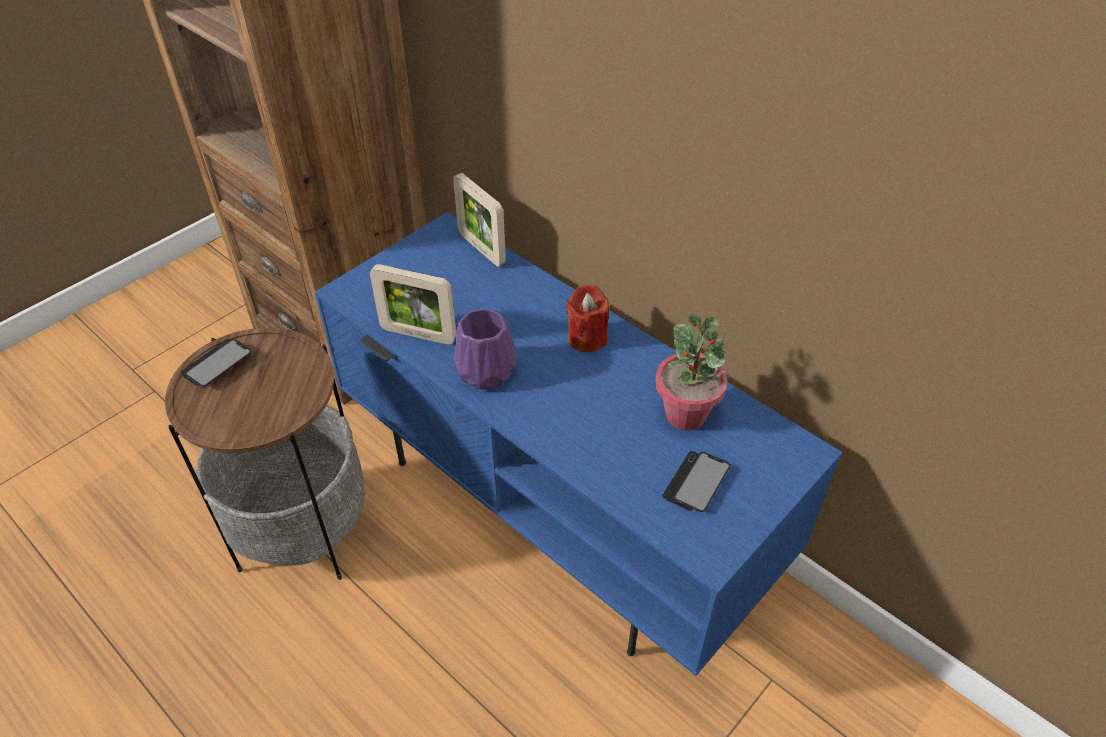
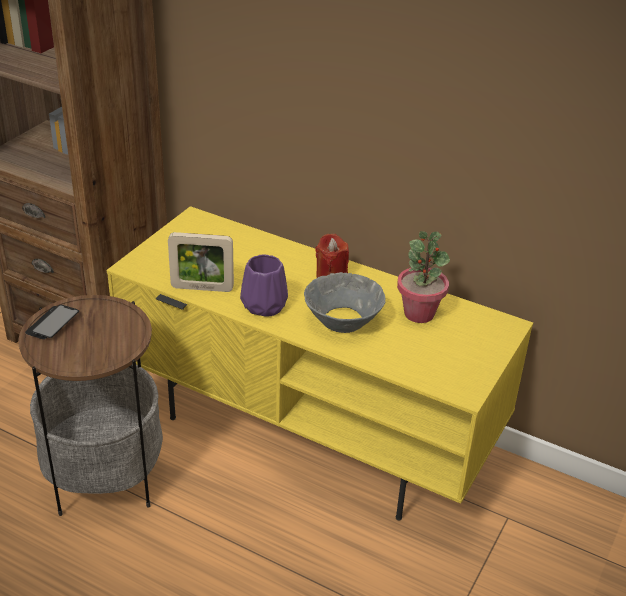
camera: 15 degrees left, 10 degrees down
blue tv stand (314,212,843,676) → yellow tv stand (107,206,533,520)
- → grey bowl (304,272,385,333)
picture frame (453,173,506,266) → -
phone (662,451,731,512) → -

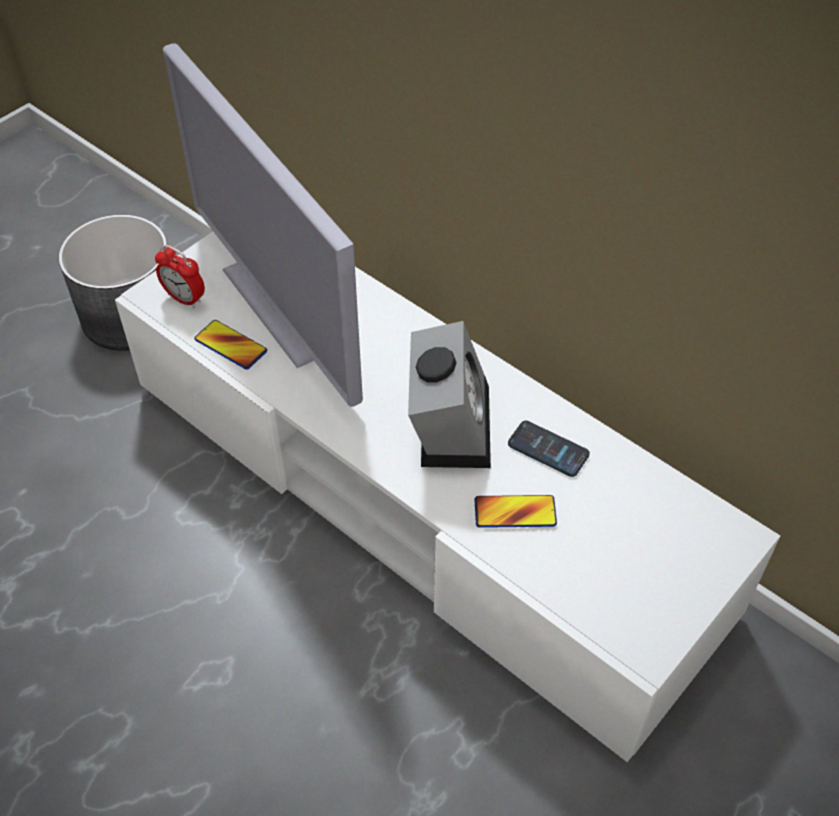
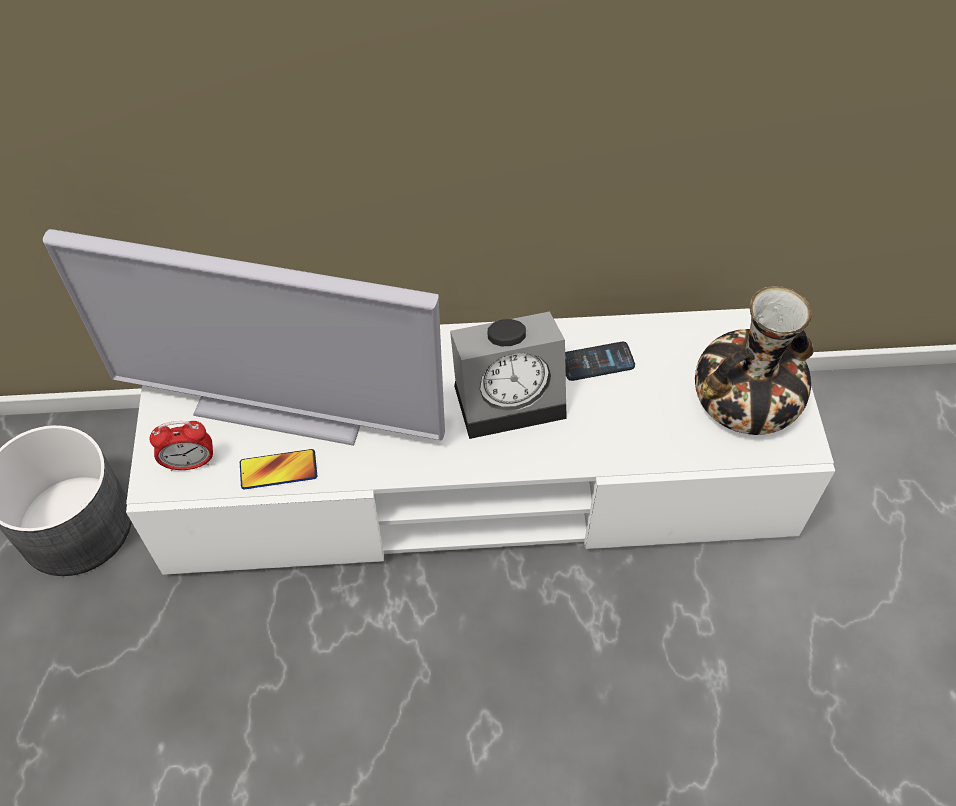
camera: 45 degrees left, 5 degrees up
alarm clock (408,321,491,468) → alarm clock (450,311,566,439), 120 degrees clockwise
- → vase (695,286,814,435)
phone (475,495,557,528) → -

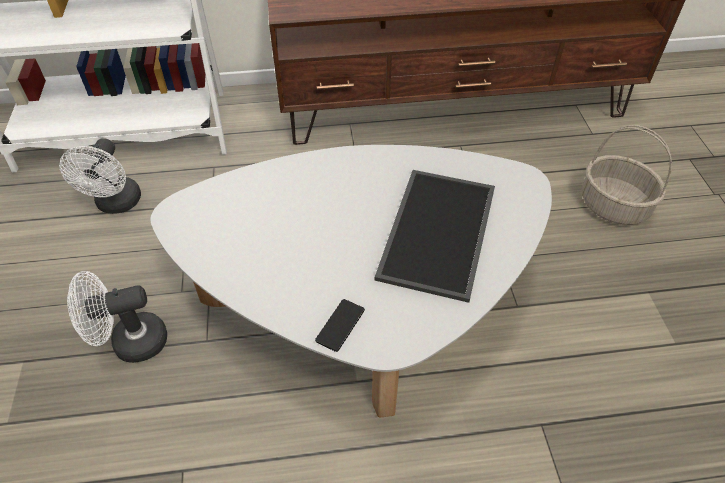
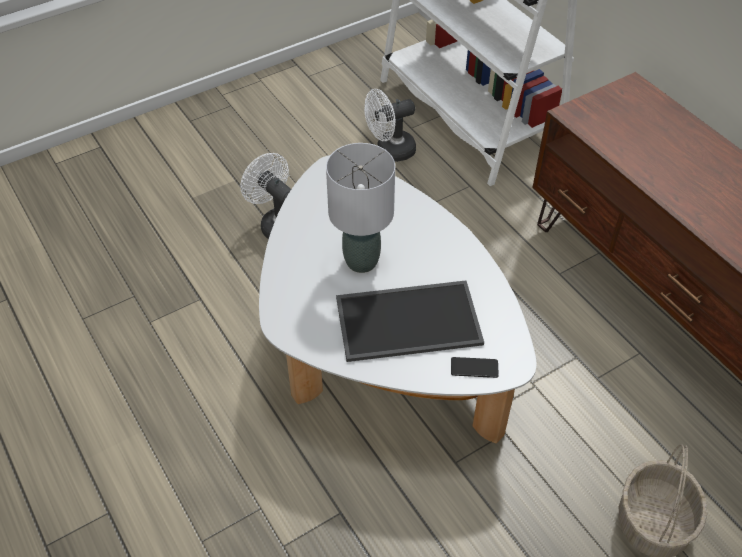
camera: 65 degrees right, 0 degrees up
- → grey table lamp (326,143,395,273)
phone (315,299,365,352) → phone (451,357,499,378), shifted

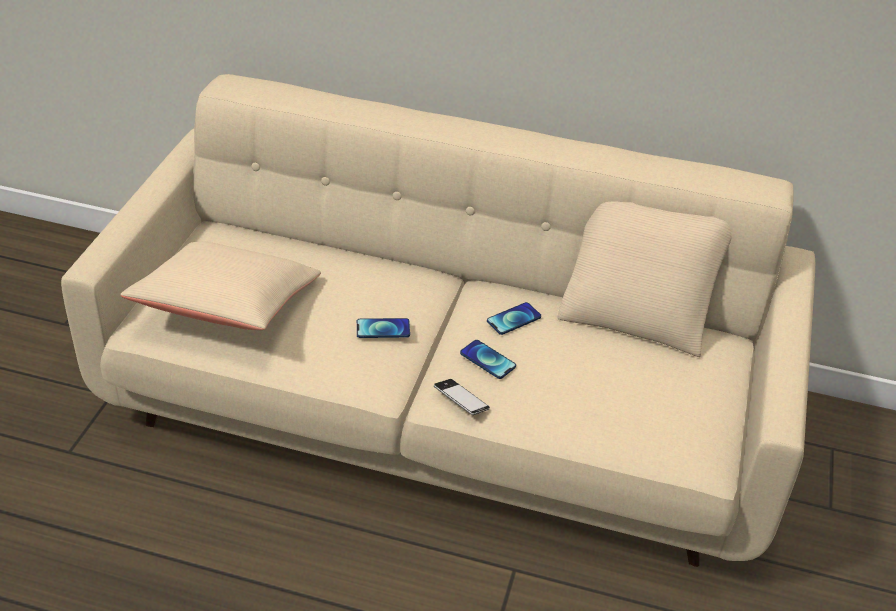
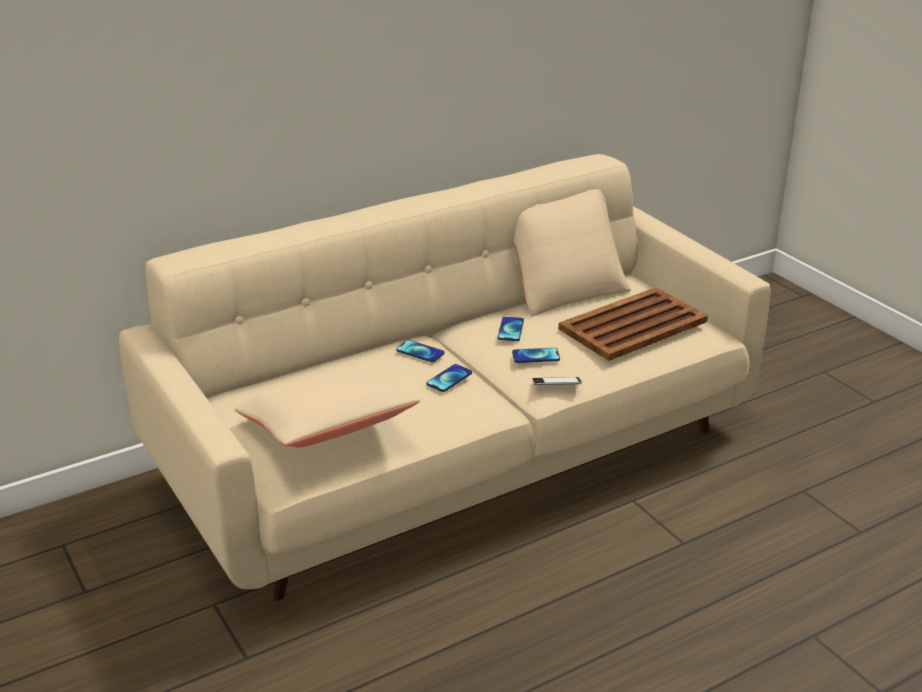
camera: 45 degrees left, 10 degrees down
- → phone (396,340,444,362)
- → brown tray (559,287,708,361)

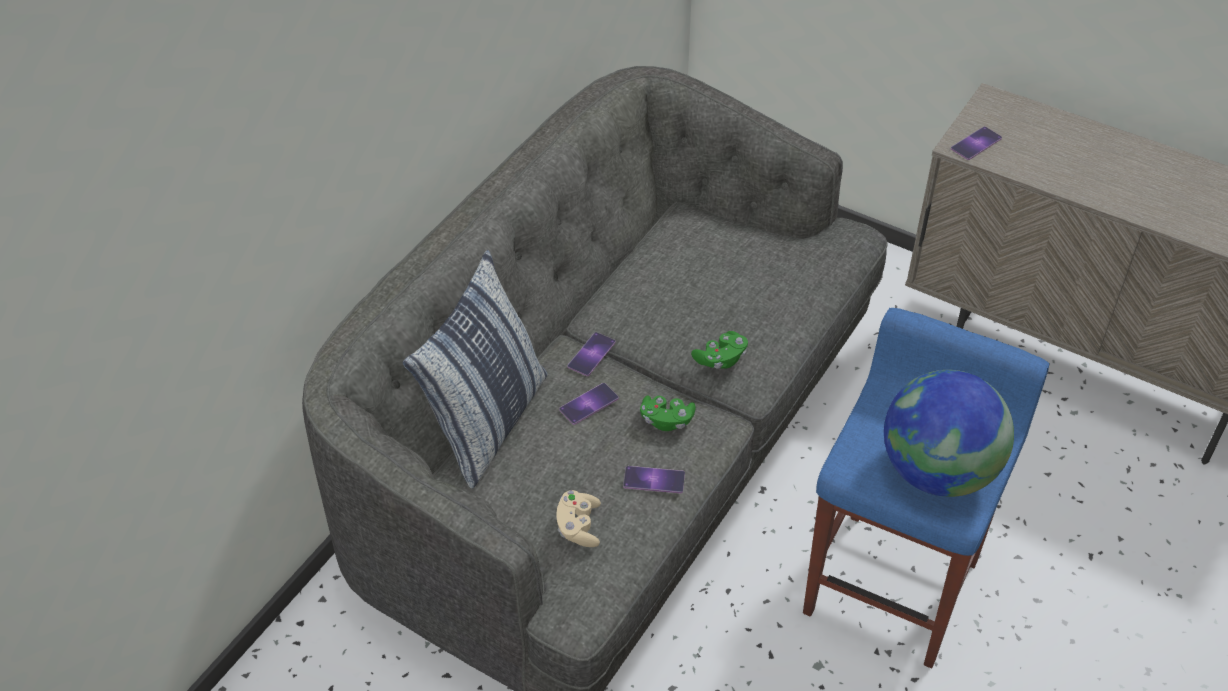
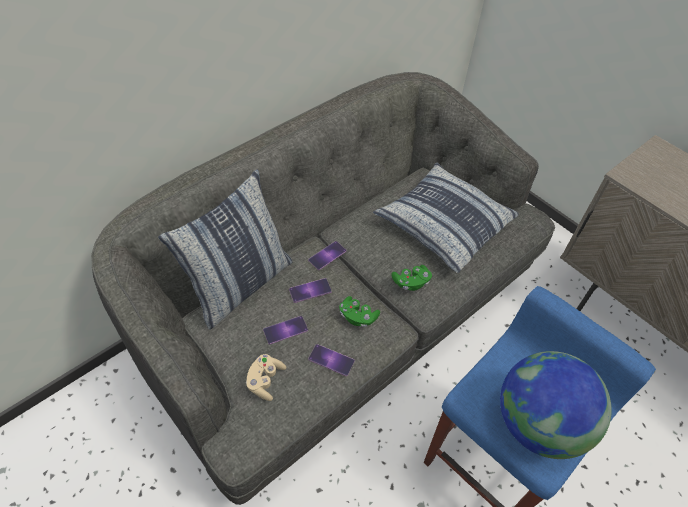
camera: 15 degrees right, 5 degrees up
phone (951,126,1002,160) → phone (263,316,308,344), shifted
- → pillow (373,163,519,273)

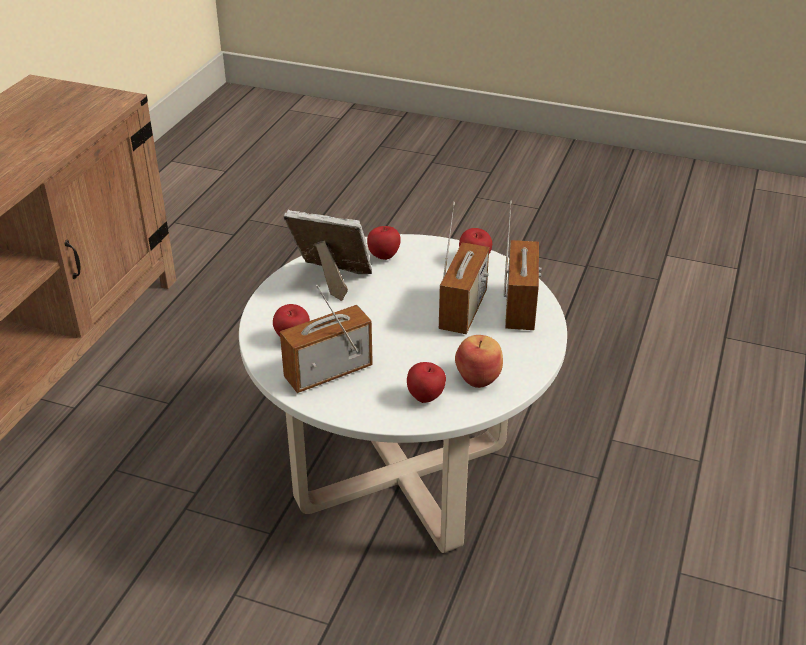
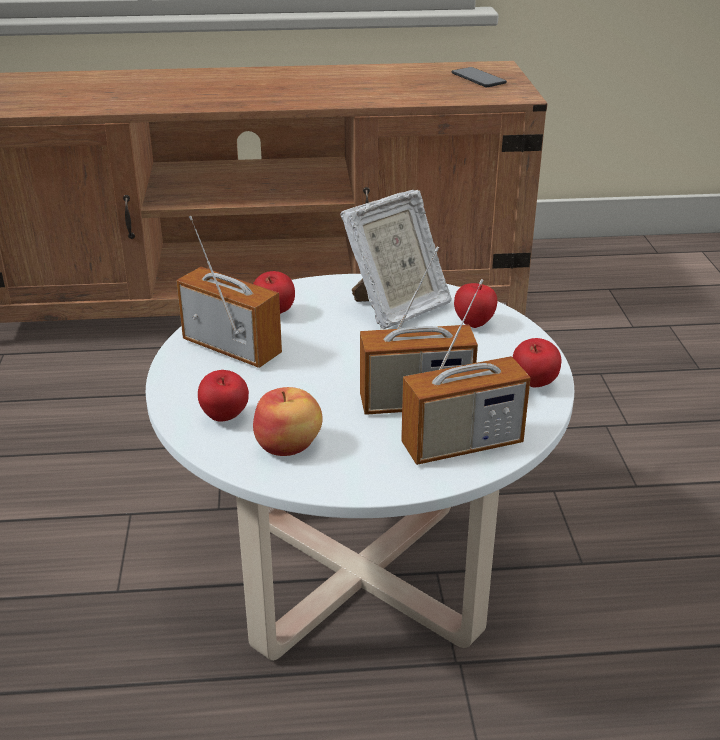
camera: 65 degrees right, 5 degrees down
picture frame (283,210,372,301) → picture frame (340,190,452,329), 60 degrees clockwise
- → phone (452,67,507,88)

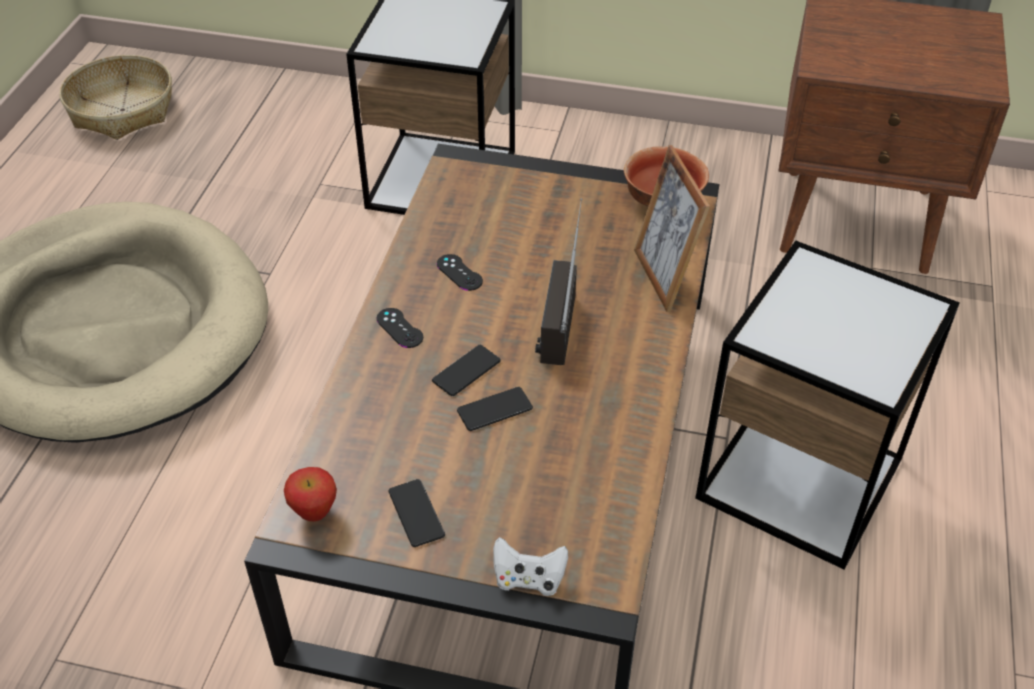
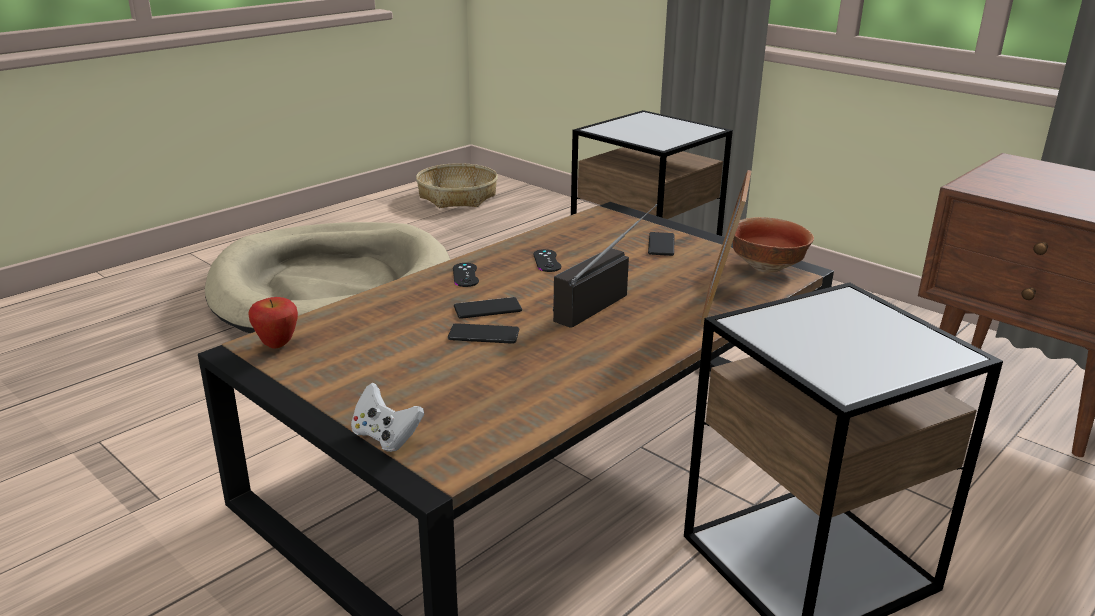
camera: 30 degrees right, 20 degrees down
phone (388,479,445,547) → phone (648,232,674,256), shifted

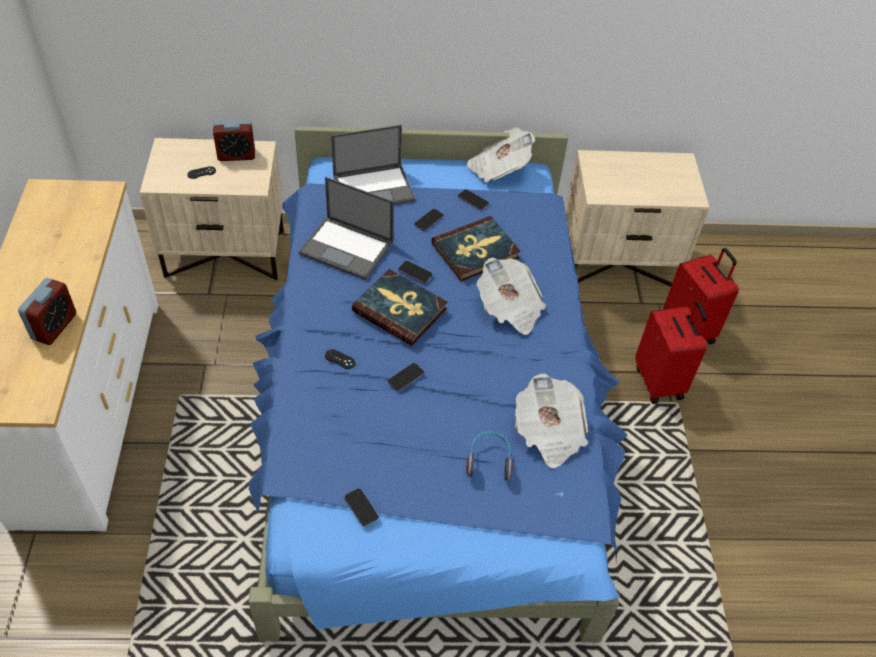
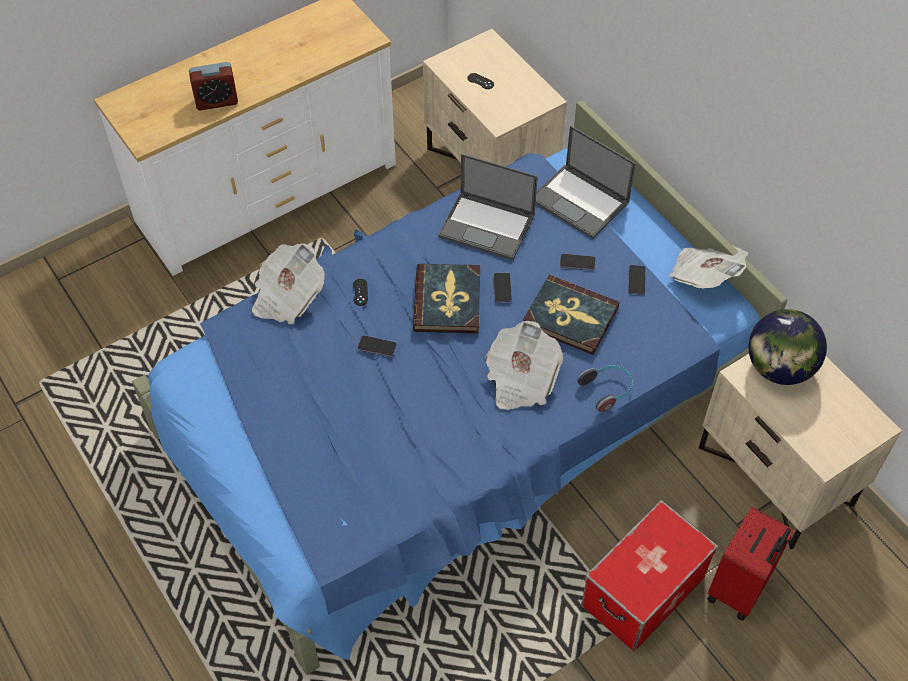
camera: 60 degrees right, 5 degrees up
newspaper (515,373,588,468) → newspaper (252,243,325,324), shifted
laptop (299,177,394,280) → laptop (438,154,538,260), 60 degrees counterclockwise
headphones (466,432,513,481) → headphones (577,365,633,412), shifted
red suitcase (635,301,707,404) → storage box (581,500,718,652)
- → globe (749,309,827,385)
alarm clock (213,120,255,161) → -
phone (344,488,379,527) → -

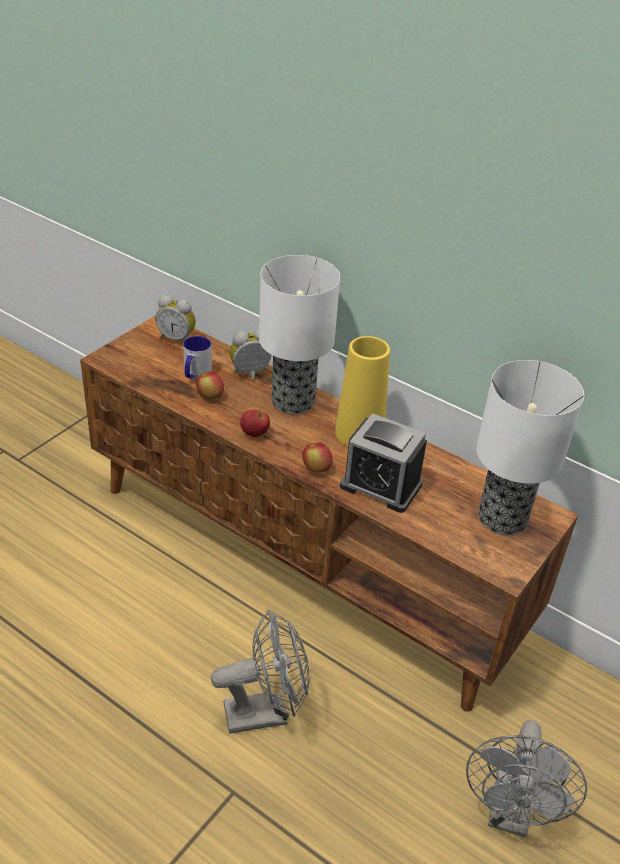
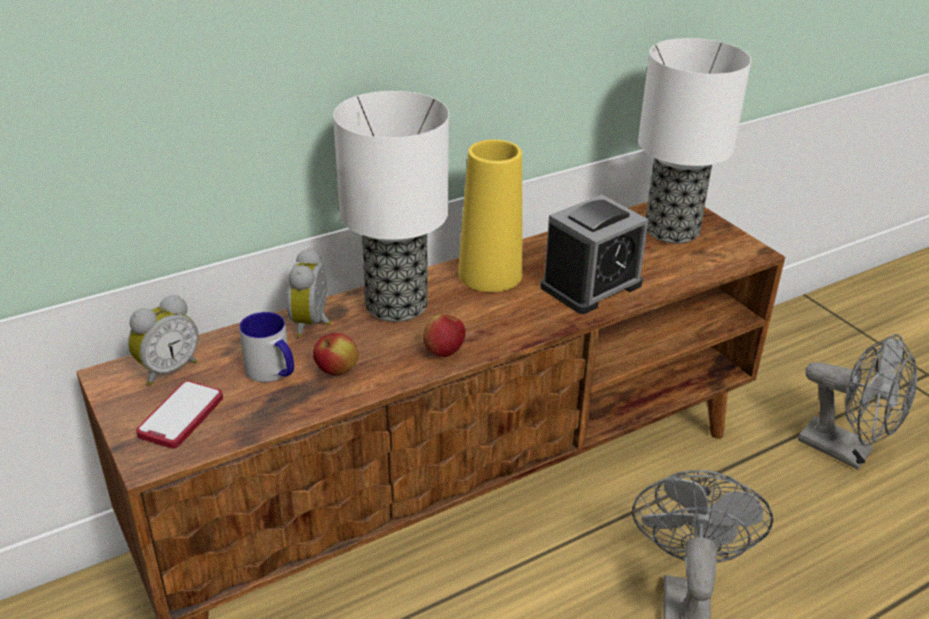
camera: 65 degrees left, 5 degrees down
- → phone (136,381,223,448)
apple (302,442,332,472) → -

